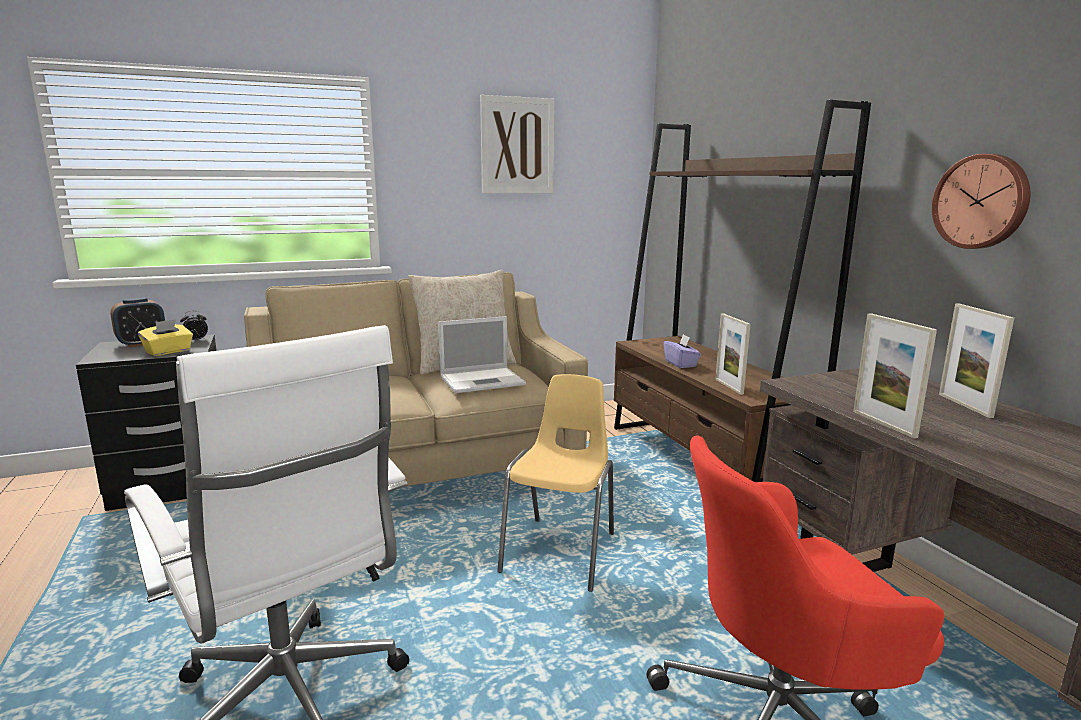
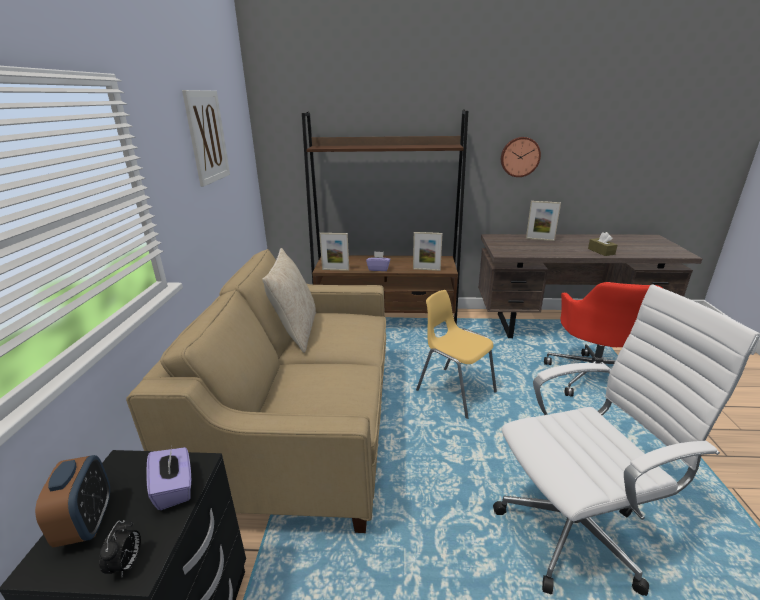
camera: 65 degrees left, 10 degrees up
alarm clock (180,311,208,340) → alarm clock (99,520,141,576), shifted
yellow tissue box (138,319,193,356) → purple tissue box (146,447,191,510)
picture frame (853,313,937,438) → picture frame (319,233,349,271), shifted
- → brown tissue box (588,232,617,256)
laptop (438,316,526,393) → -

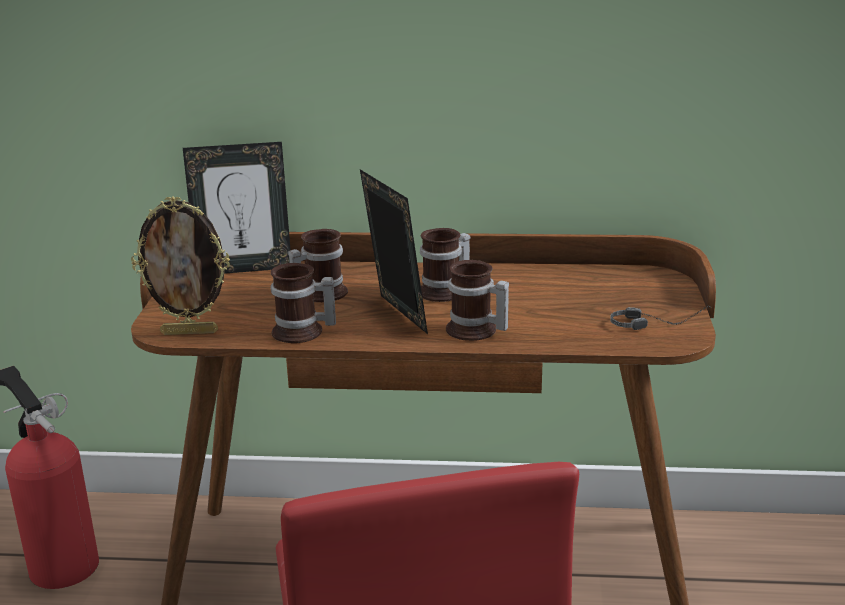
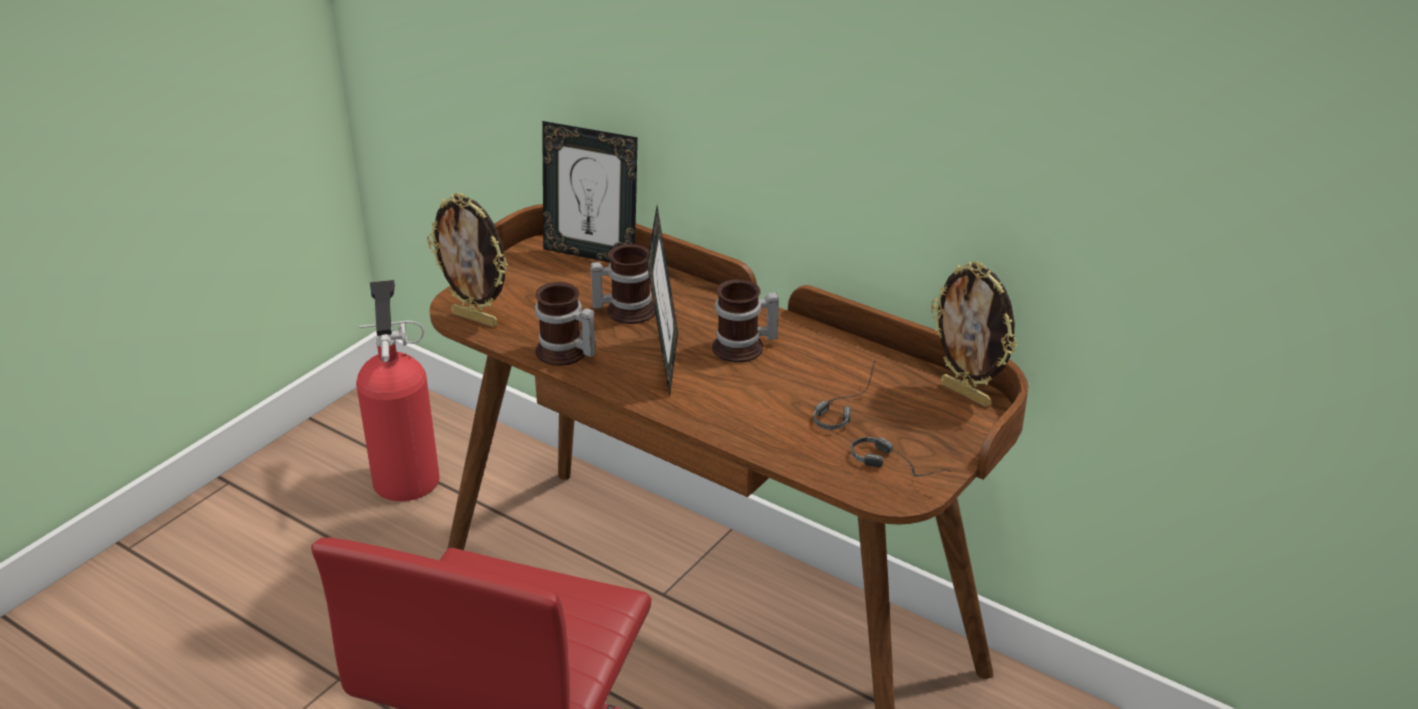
camera: 30 degrees right, 10 degrees up
- → headphones (813,361,876,430)
- → picture frame (931,261,1017,407)
mug (446,260,509,341) → -

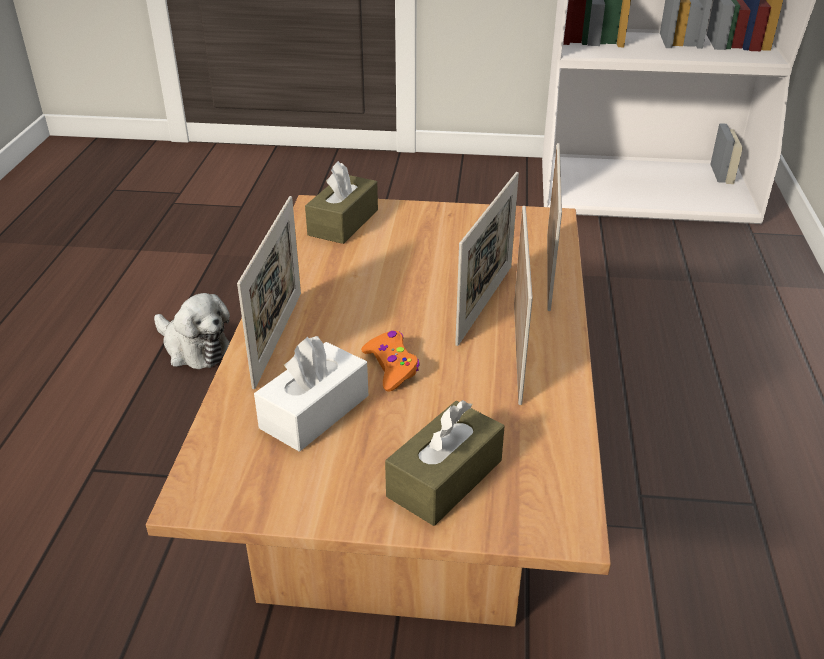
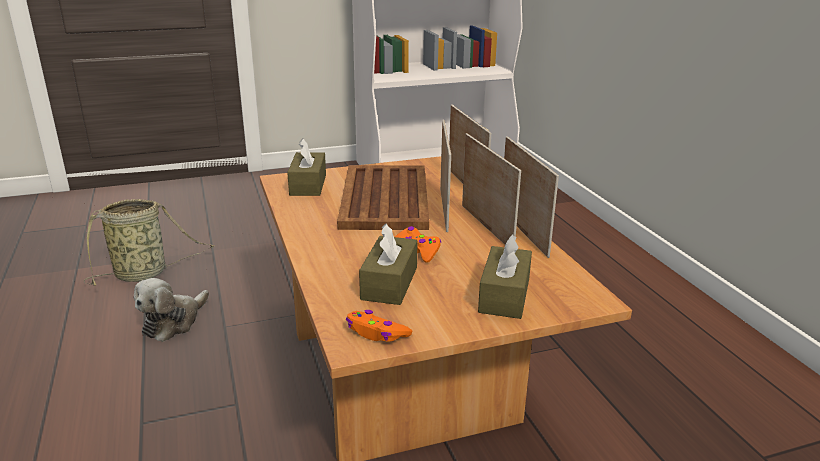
camera: 25 degrees left, 10 degrees down
- → basket (83,199,214,286)
plush toy (154,293,230,369) → plush toy (134,278,209,342), 105 degrees clockwise
- → brown tray (337,165,429,230)
- → orange game controller (346,310,412,342)
white tissue box (254,336,368,452) → brown tissue box (359,224,417,305)
picture frame (237,196,301,389) → picture frame (504,136,559,258), shifted

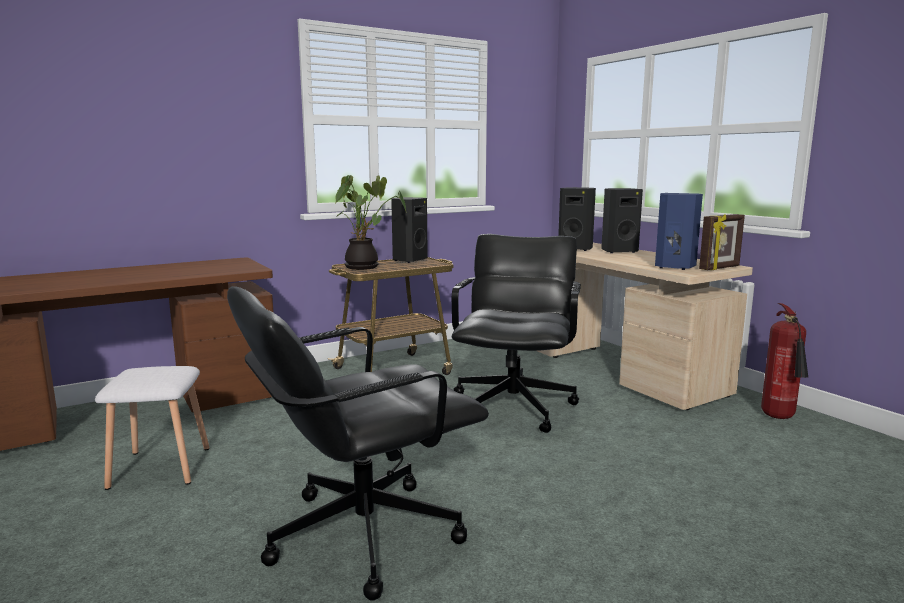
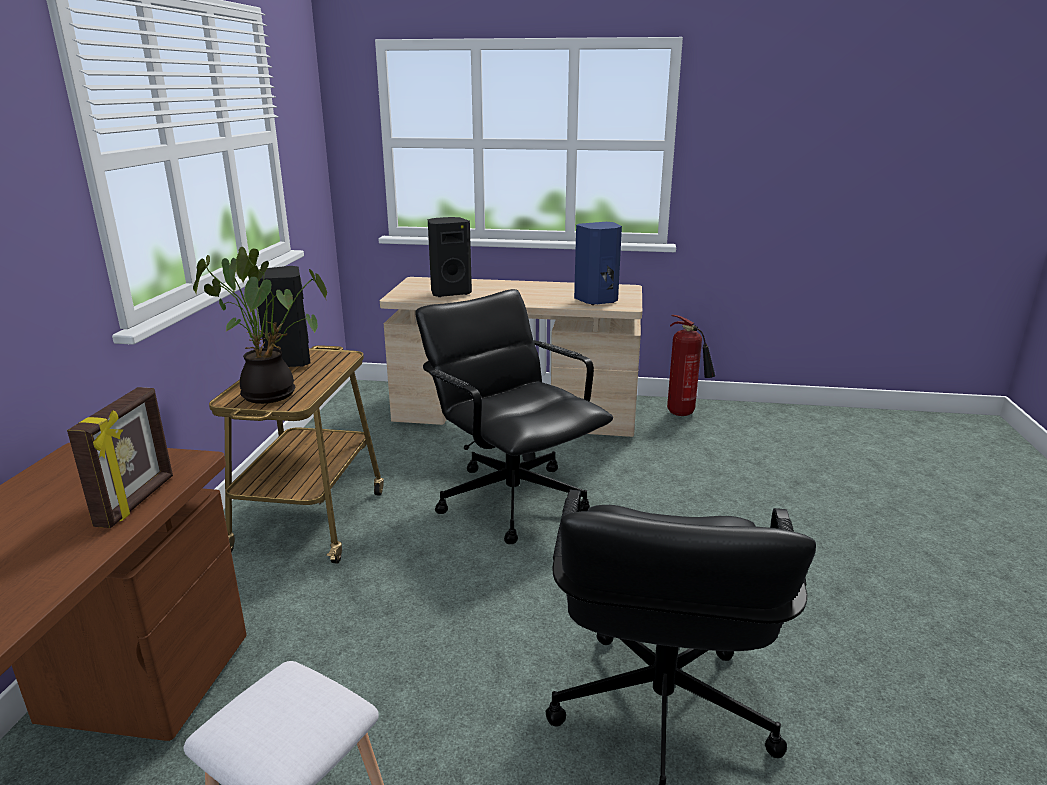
camera: 50 degrees left, 10 degrees up
picture frame (699,214,745,270) → picture frame (67,387,173,528), shifted
black speaker (601,188,643,253) → -

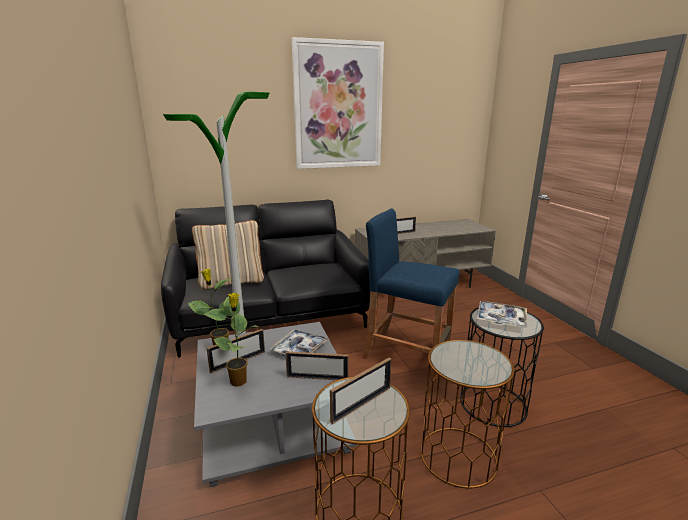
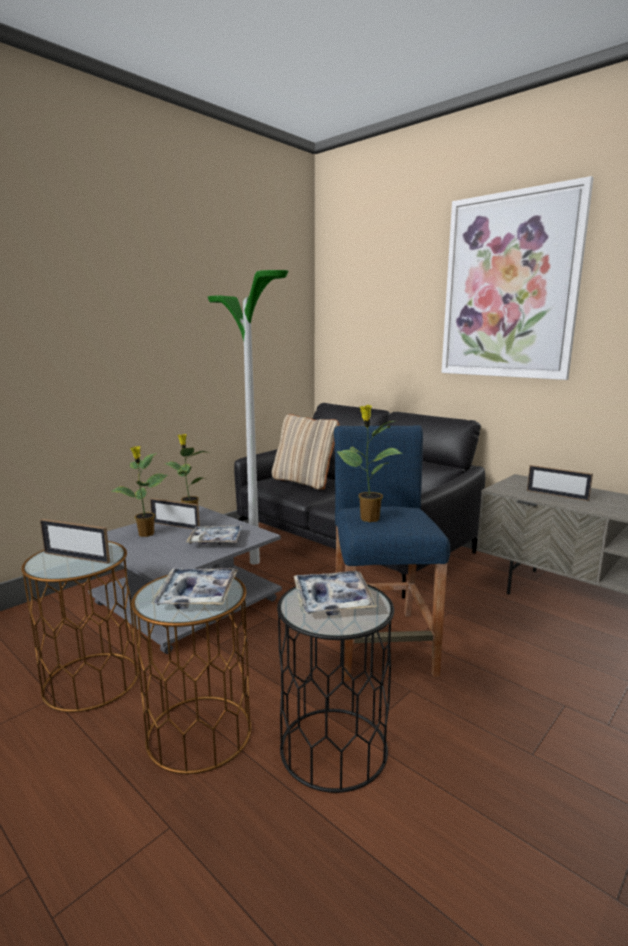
camera: 60 degrees right, 5 degrees down
- → tray (150,568,238,609)
- → potted plant (336,405,402,522)
picture frame (285,351,349,380) → -

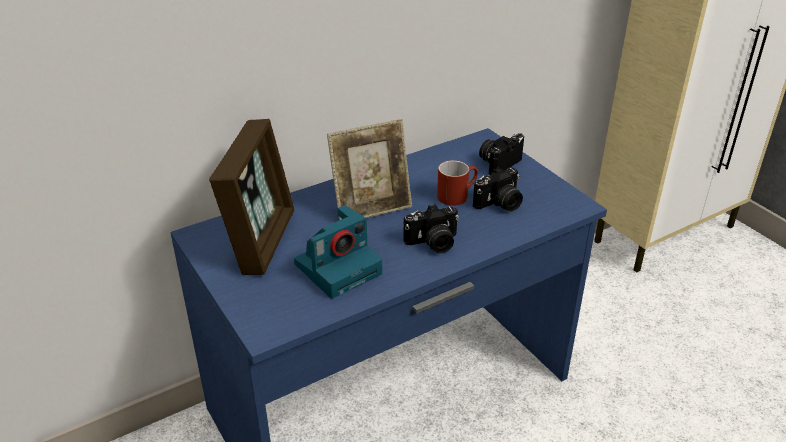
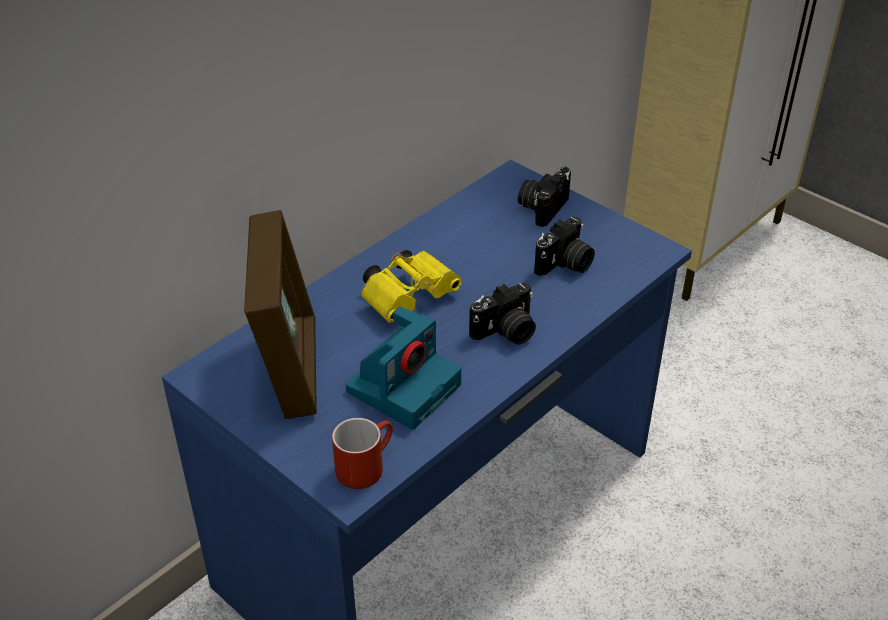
camera: 15 degrees left, 5 degrees up
red mug (437,160,478,206) → red mug (332,418,393,489), shifted
picture frame (327,119,412,220) → yellow binoculars (361,250,462,323)

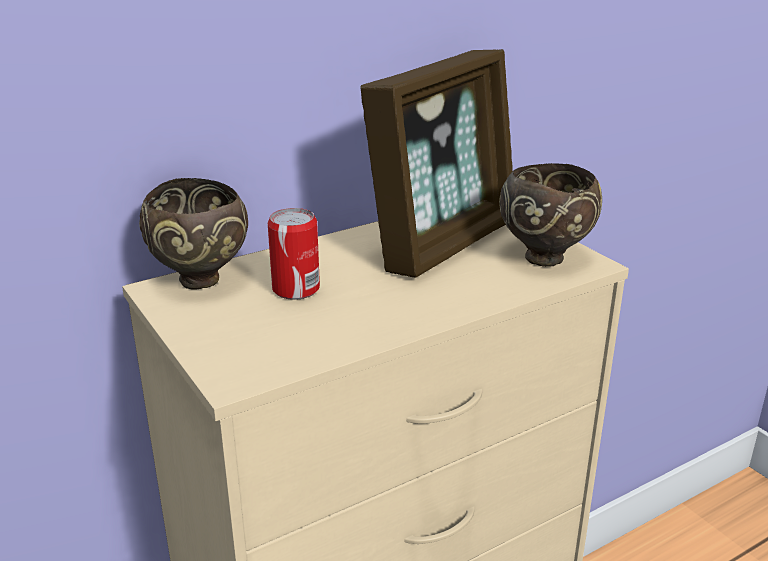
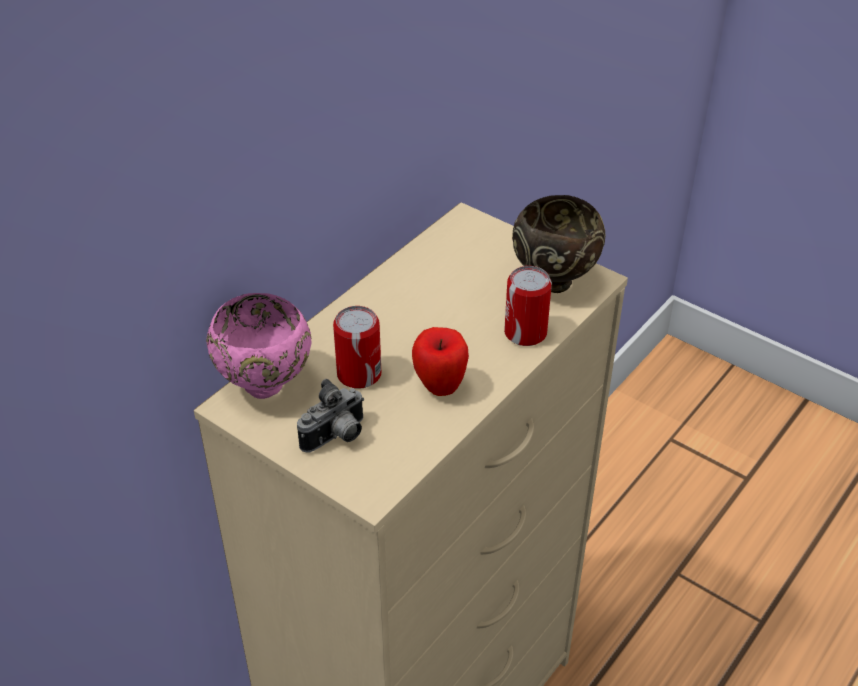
camera: 20 degrees left, 15 degrees up
brown bowl (139,178,248,290) → pink bowl (206,293,312,399)
- → photo camera (297,379,364,453)
- → apple (412,327,469,396)
- → can (504,266,552,346)
picture frame (360,49,513,278) → -

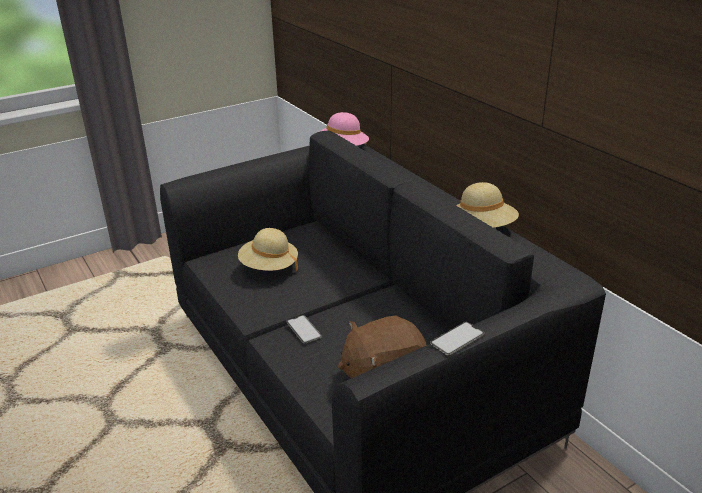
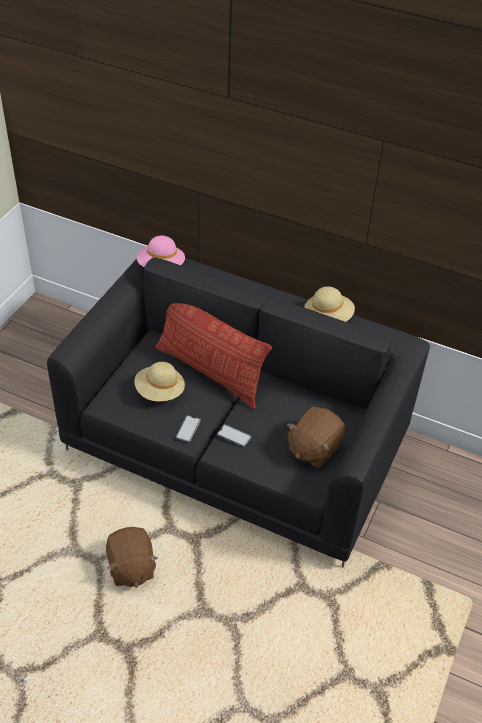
camera: 35 degrees left, 15 degrees up
- → brown plush toy (106,527,158,588)
- → pillow (155,303,272,409)
phone (430,322,484,355) → phone (176,415,201,442), shifted

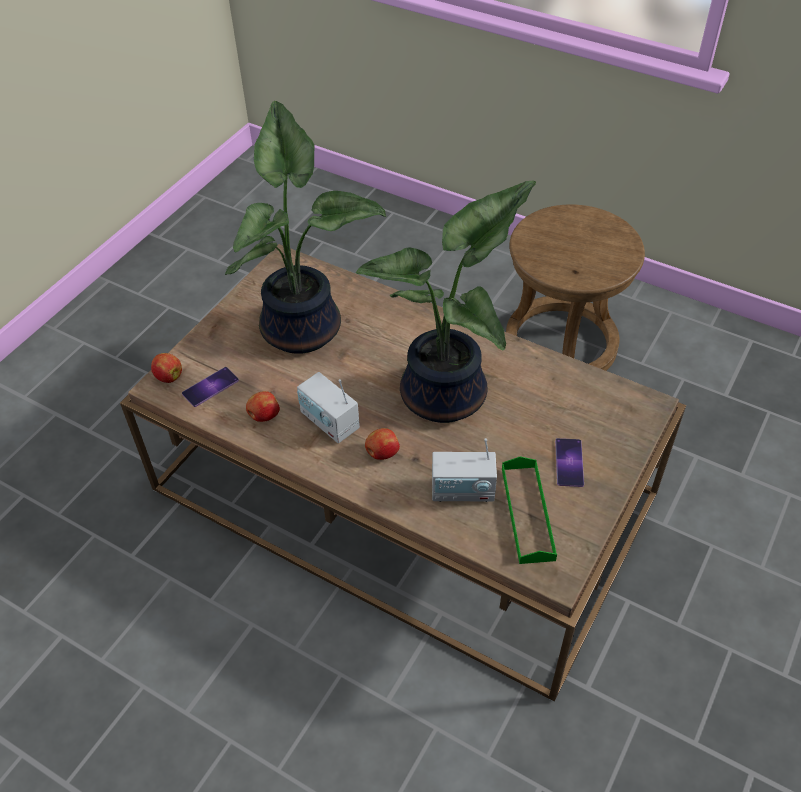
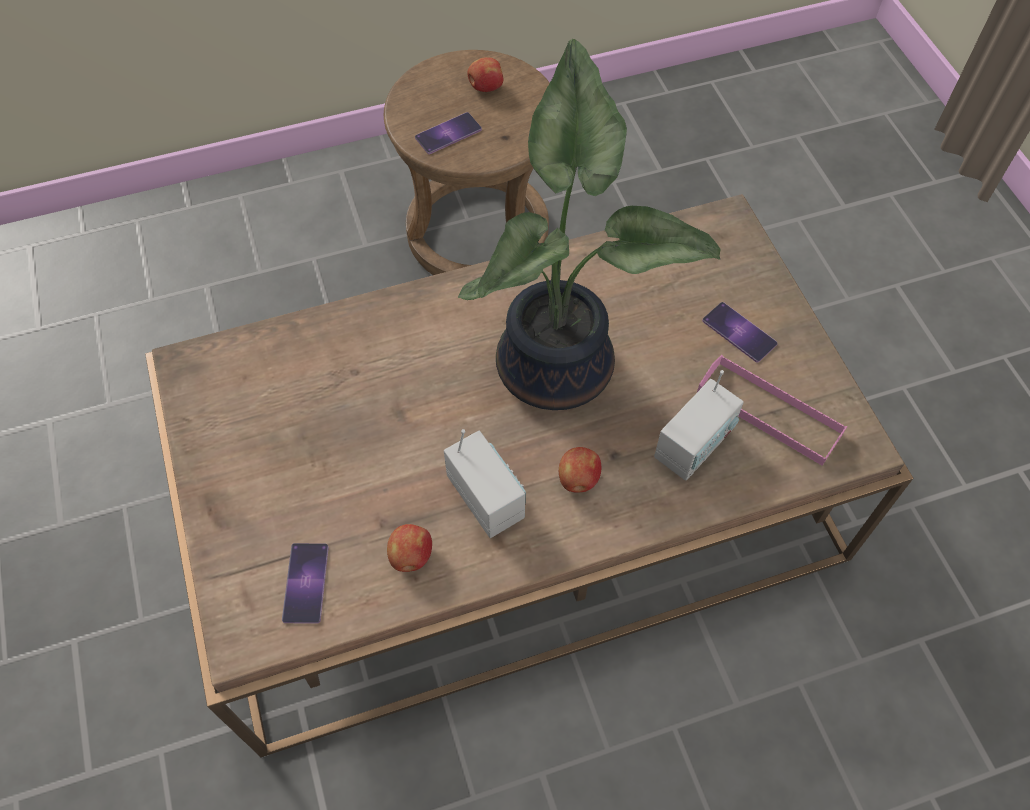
camera: 50 degrees left, 10 degrees up
- → phone (415,112,482,154)
radio (297,372,360,443) → radio (444,429,526,538), 120 degrees counterclockwise
apple (151,353,182,383) → apple (467,57,504,92), shifted
green tray (502,456,557,564) → pink tray (697,355,847,466)
potted plant (225,101,386,354) → -

